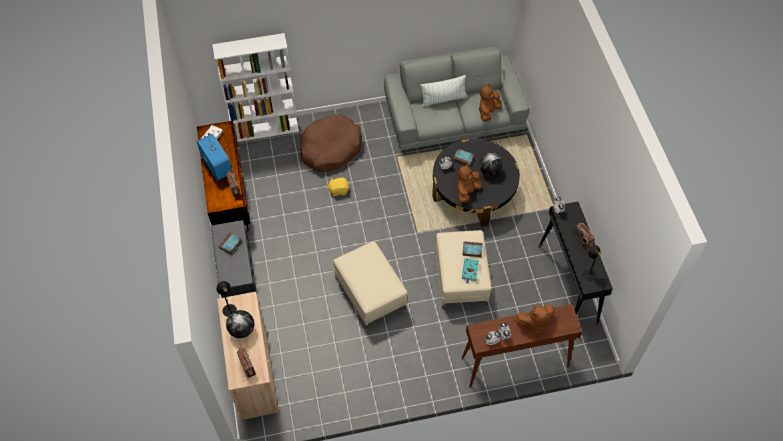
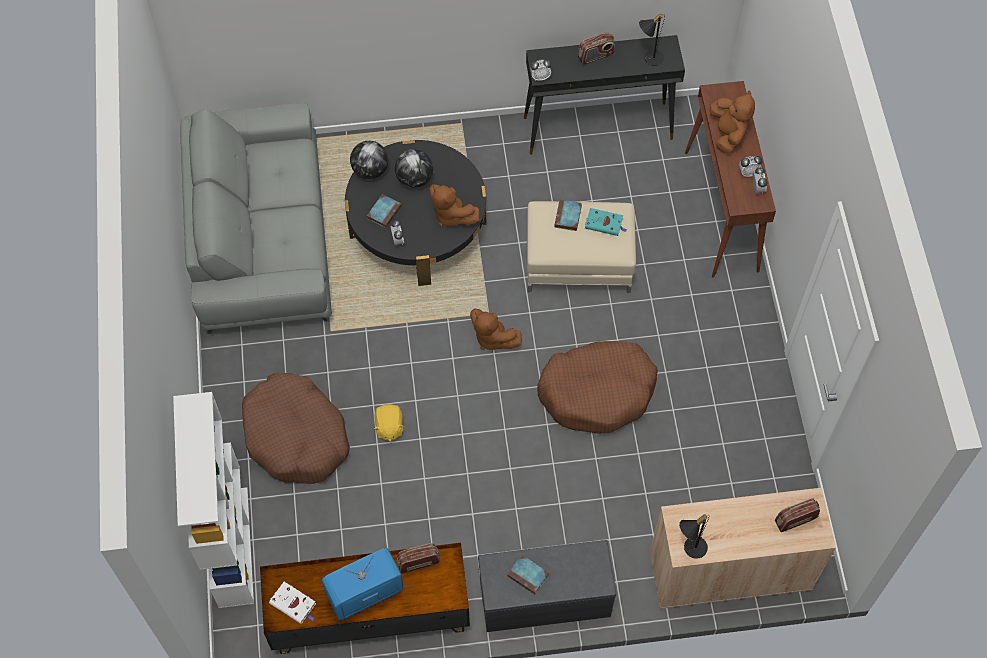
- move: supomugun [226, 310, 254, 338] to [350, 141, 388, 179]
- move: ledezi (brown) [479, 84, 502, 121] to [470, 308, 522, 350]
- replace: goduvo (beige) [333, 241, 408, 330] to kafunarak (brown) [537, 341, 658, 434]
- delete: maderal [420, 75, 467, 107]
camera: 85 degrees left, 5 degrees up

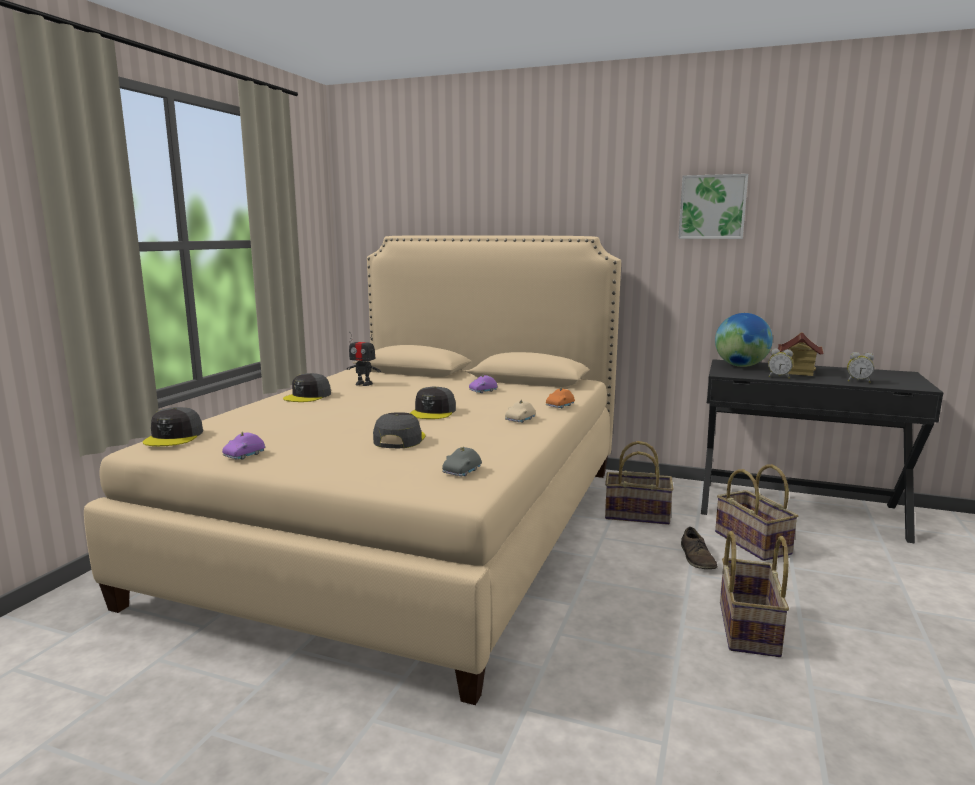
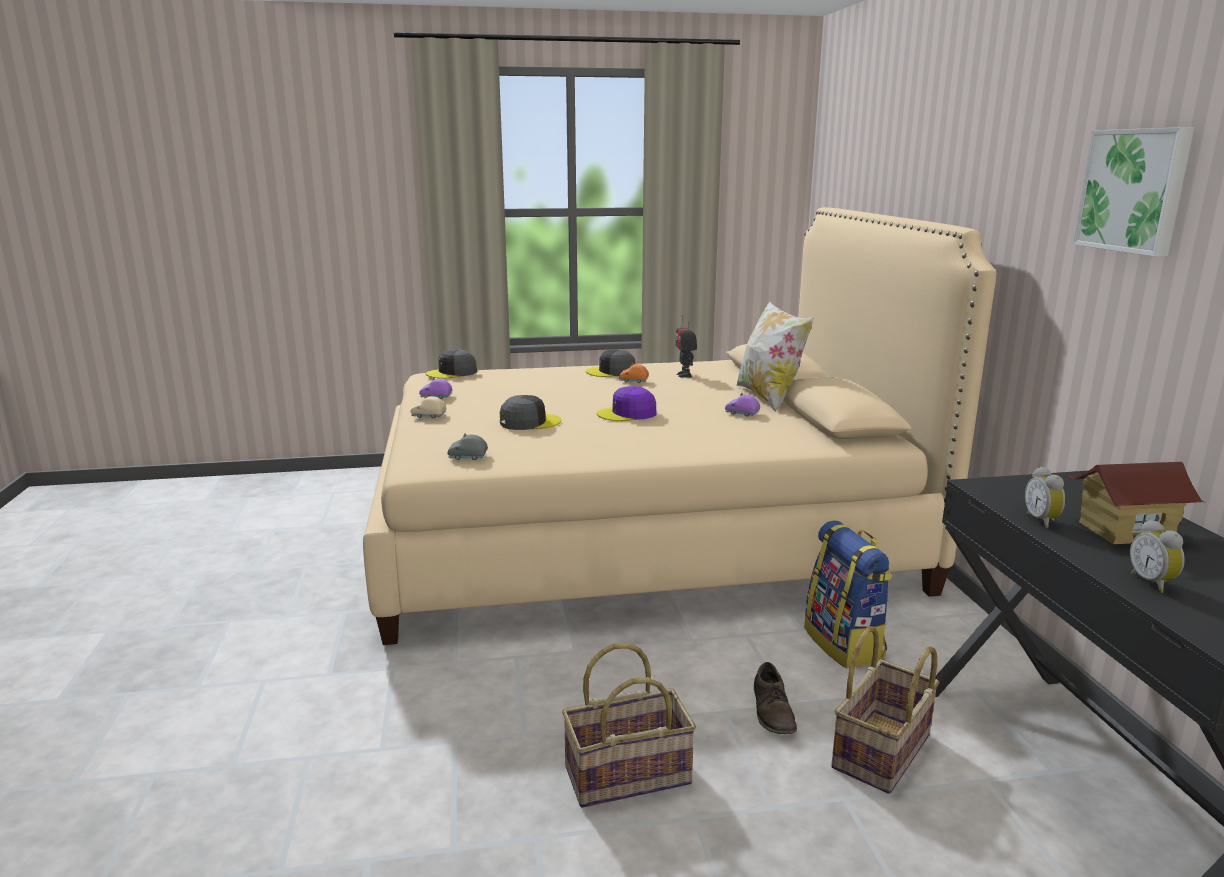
- move: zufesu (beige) [505, 400, 536, 423] to [410, 394, 447, 418]
- recolor: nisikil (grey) [410, 387, 456, 419] to nisikil (purple) [597, 386, 656, 421]
- move: zufesu (orange) [546, 387, 575, 408] to [619, 363, 649, 383]
- insert: maderal [736, 301, 814, 412]
- rotate: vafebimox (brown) [681, 527, 718, 569] = [754, 662, 797, 734] 60 degrees counterclockwise
- replace: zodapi [605, 441, 674, 525] to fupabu [804, 520, 893, 668]
- delete: supomugun [715, 313, 773, 367]
camera: 60 degrees right, 5 degrees up

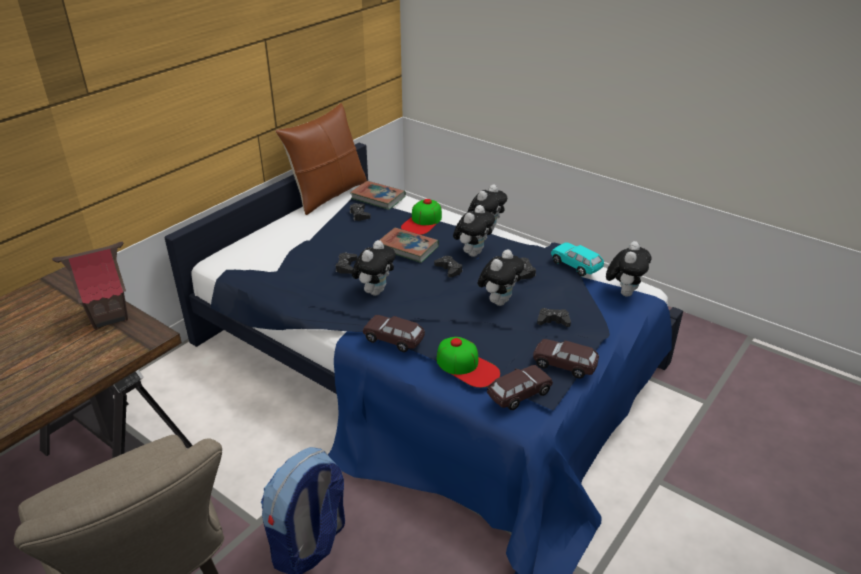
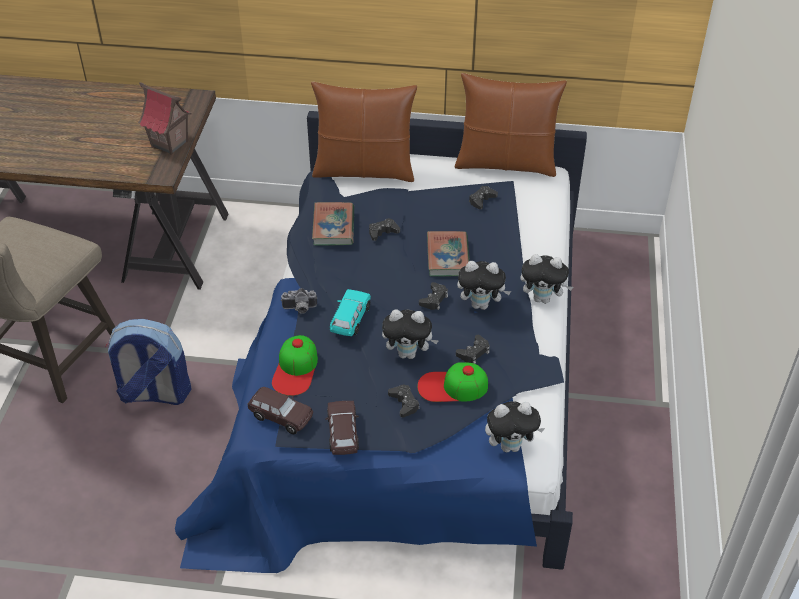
- replace: zufesu (brown) [363, 315, 425, 352] to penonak [281, 288, 317, 314]
- insert: maderal (brown) [311, 82, 417, 182]
- move: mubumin [350, 181, 406, 210] to [312, 202, 354, 246]
- move: zufesu (turquoise) [551, 242, 604, 276] to [330, 289, 371, 336]
- move: nisikil [401, 199, 442, 235] to [417, 362, 488, 402]
- delete: ledezi [352, 240, 396, 296]
camera: 60 degrees right, 10 degrees up

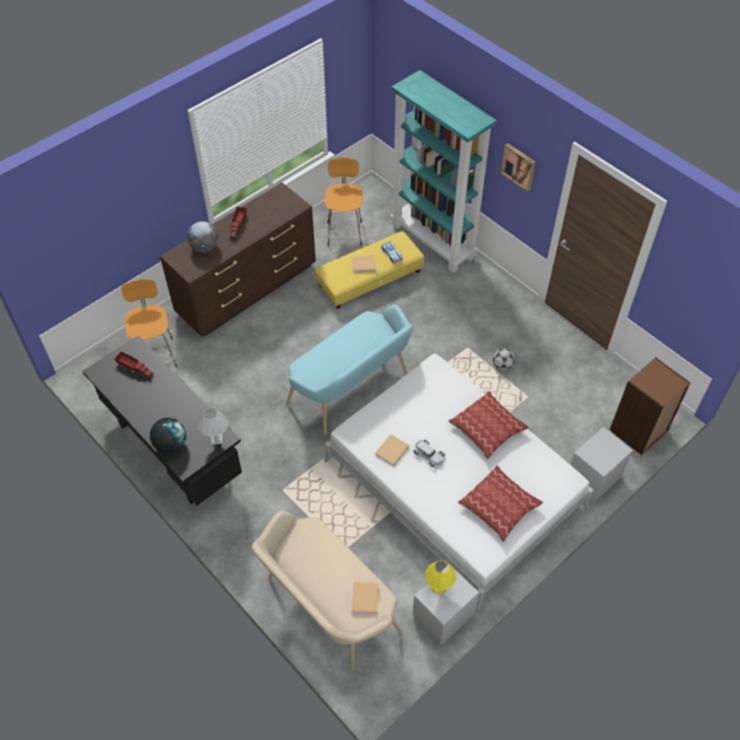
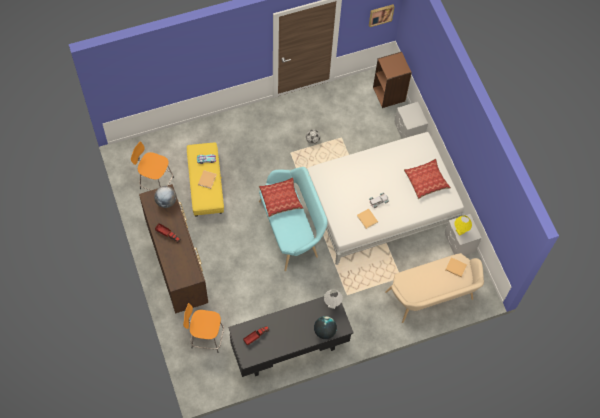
- move: supomugun [187, 221, 219, 253] to [154, 186, 177, 208]
- move: maderal [449, 391, 529, 460] to [259, 177, 304, 217]
- move: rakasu [501, 143, 536, 192] to [369, 4, 395, 27]
- delete: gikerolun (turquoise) [390, 70, 497, 273]
camera: 70 degrees left, 10 degrees up

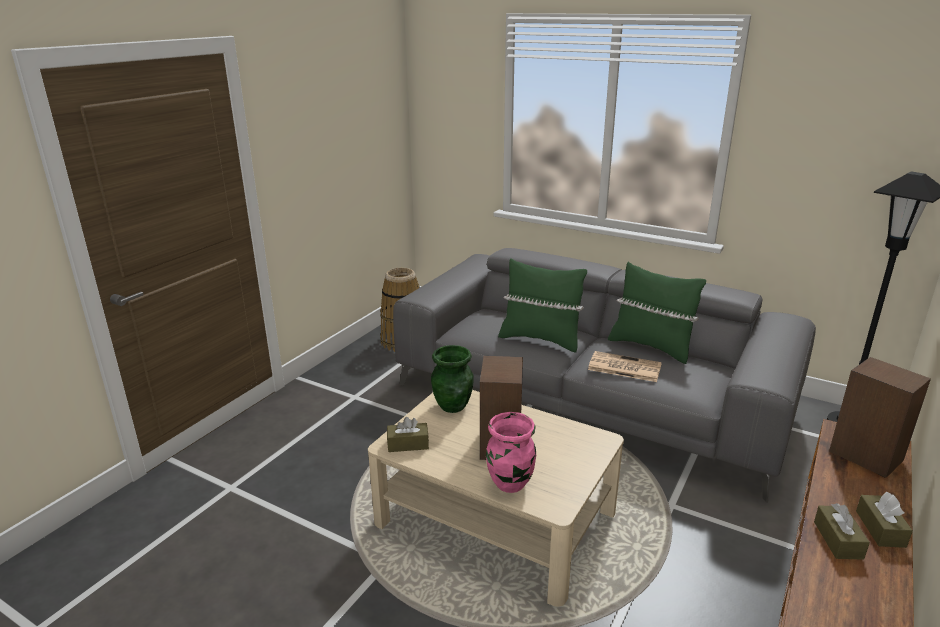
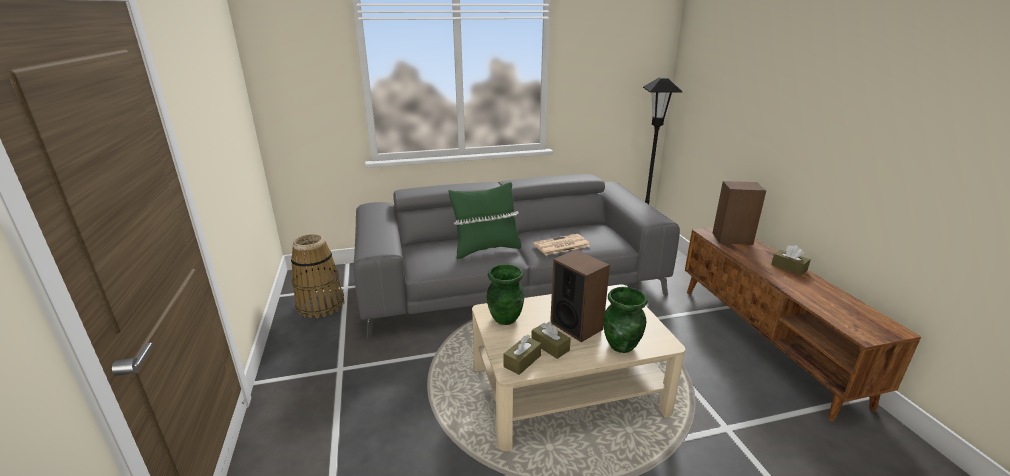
- move: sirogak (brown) [814, 503, 870, 560] to [531, 322, 571, 359]
- recolor: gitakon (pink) [486, 412, 536, 493] to gitakon (green) [604, 287, 648, 353]
- delete: maderal (green) [608, 262, 706, 364]
camera: 45 degrees left, 0 degrees up

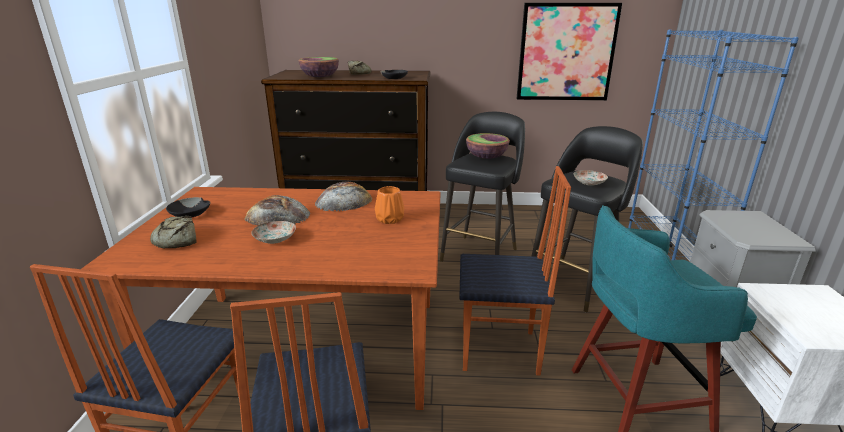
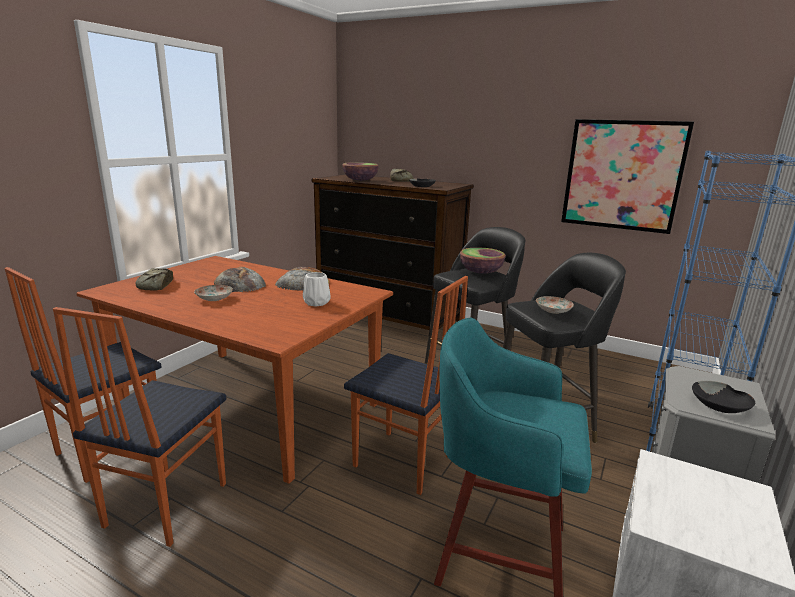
- recolor: gitakon (orange) [375, 186, 404, 224] to gitakon (white) [303, 272, 331, 307]
- move: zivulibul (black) [166, 197, 210, 217] to [692, 381, 755, 413]
camera: 25 degrees right, 5 degrees down

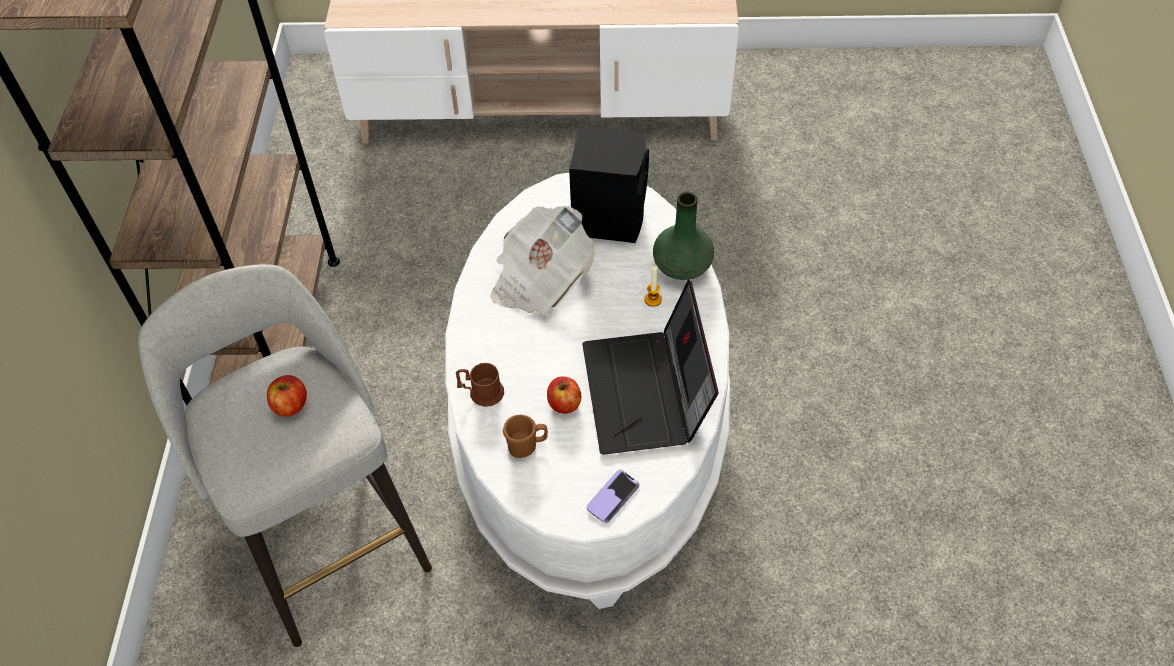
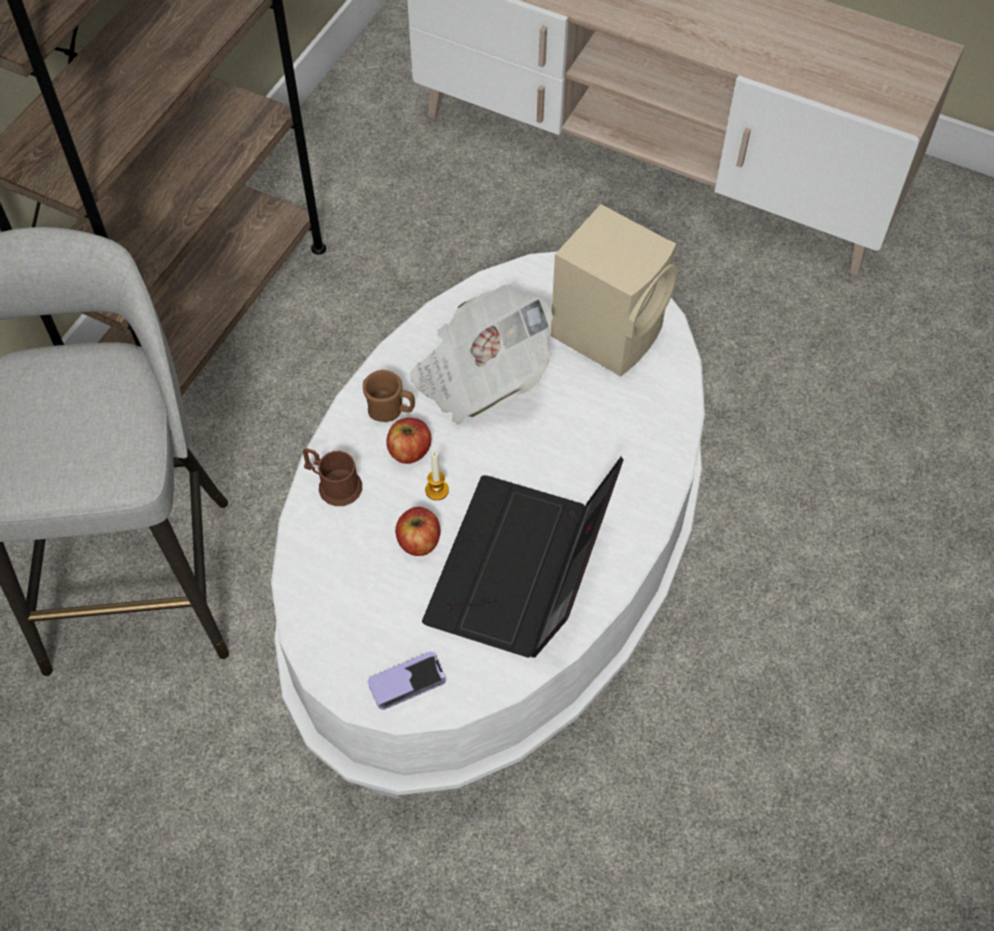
- move: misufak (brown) [503, 415, 548, 458] to [363, 370, 415, 422]
- move: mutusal [267, 375, 307, 417] to [386, 418, 431, 464]
- move: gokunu [644, 266, 662, 306] to [425, 451, 449, 500]
- recolor: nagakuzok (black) [569, 127, 649, 243] to nagakuzok (beige) [550, 204, 678, 377]
- delete: gitakon (green) [653, 192, 714, 280]
camera: 25 degrees right, 5 degrees up

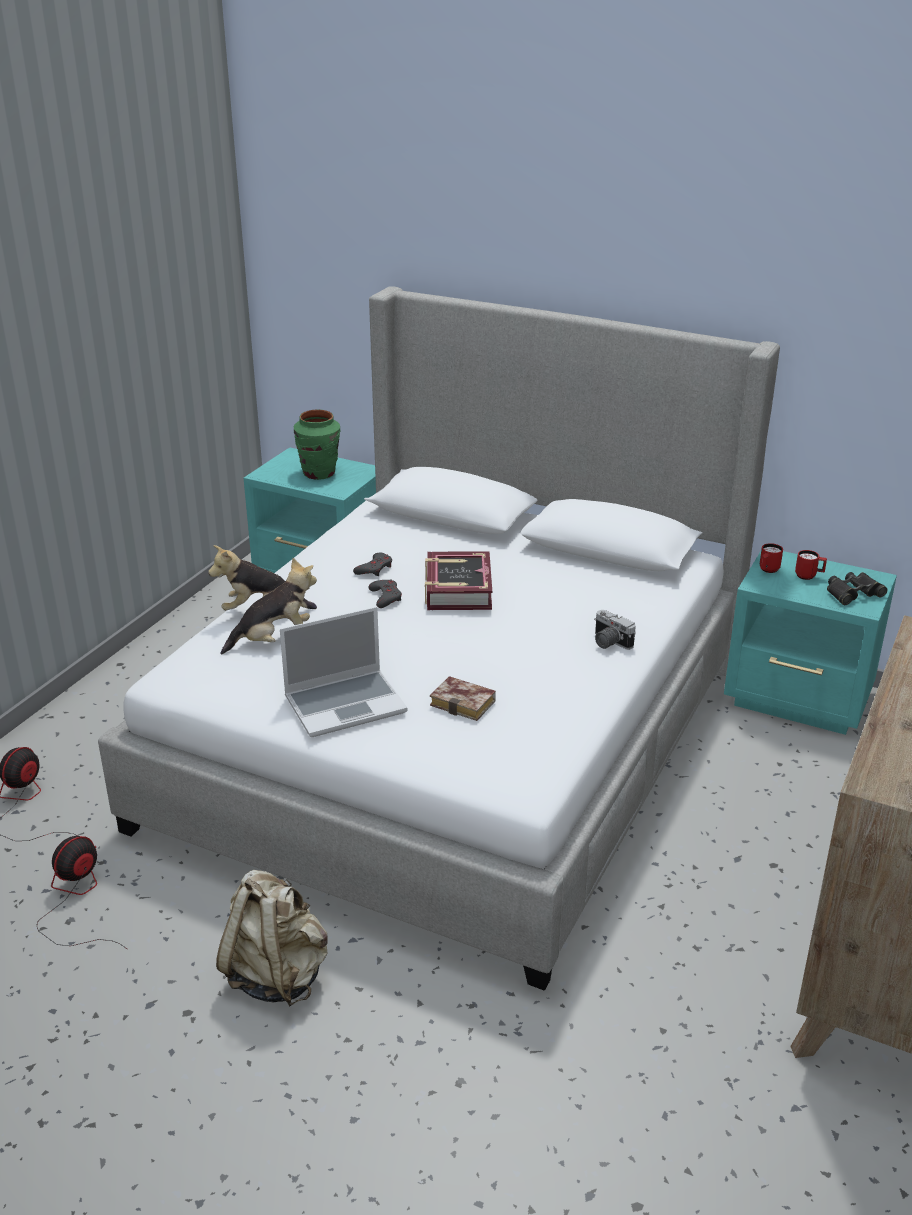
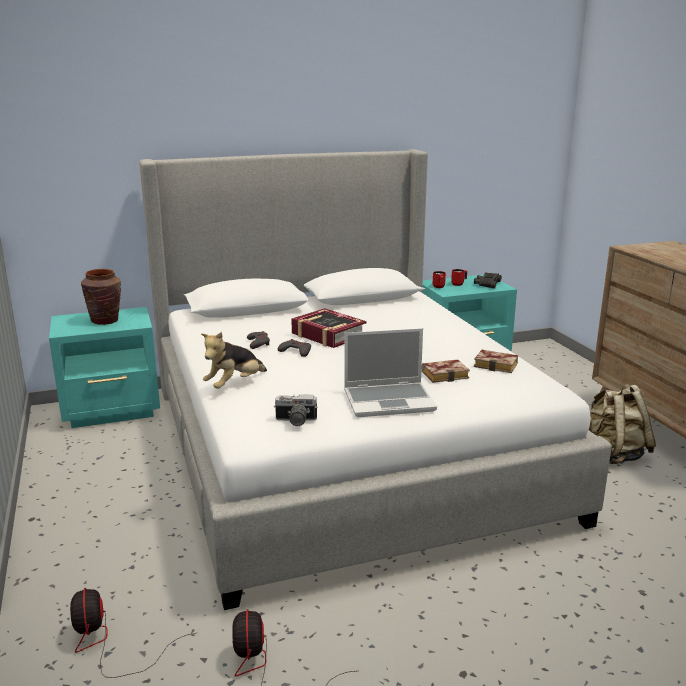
- recolor: gitakon (green) [294, 410, 340, 480] to gitakon (brown) [81, 269, 121, 325]
- move: penonak [594, 610, 636, 650] to [274, 394, 317, 426]
- rotate: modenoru [280, 607, 408, 737] = [344, 328, 437, 417] 60 degrees clockwise
- insert: mubumin [474, 350, 518, 373]
- move: fupabu (beige) [216, 870, 328, 1007] to [589, 385, 656, 464]
- delete: ledezi [221, 558, 317, 655]
camera: 45 degrees left, 10 degrees down

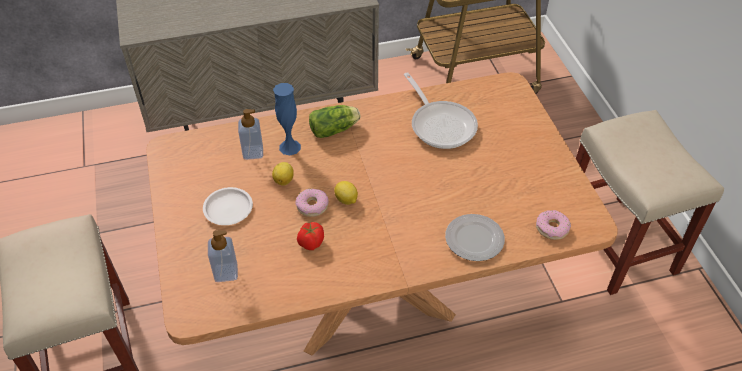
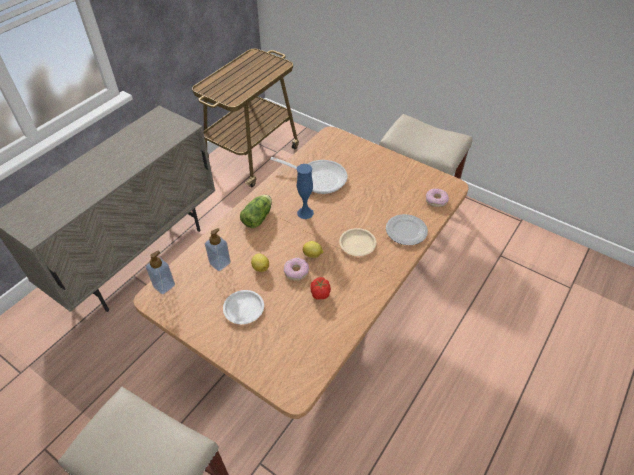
- move: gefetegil [208, 230, 238, 282] to [146, 251, 175, 294]
- move: gitakon (blue) [273, 83, 301, 155] to [297, 164, 314, 219]
- insert: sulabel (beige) [339, 228, 376, 256]
camera: 40 degrees left, 0 degrees up

